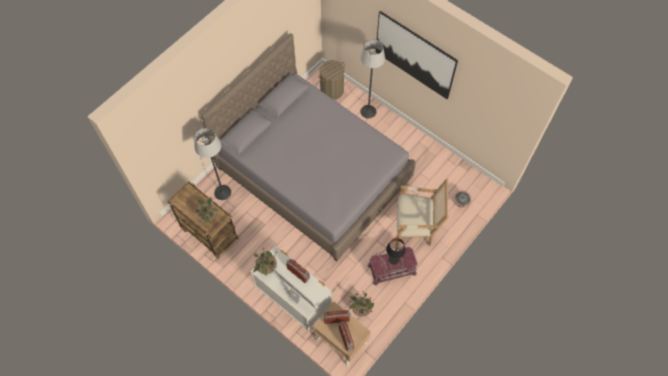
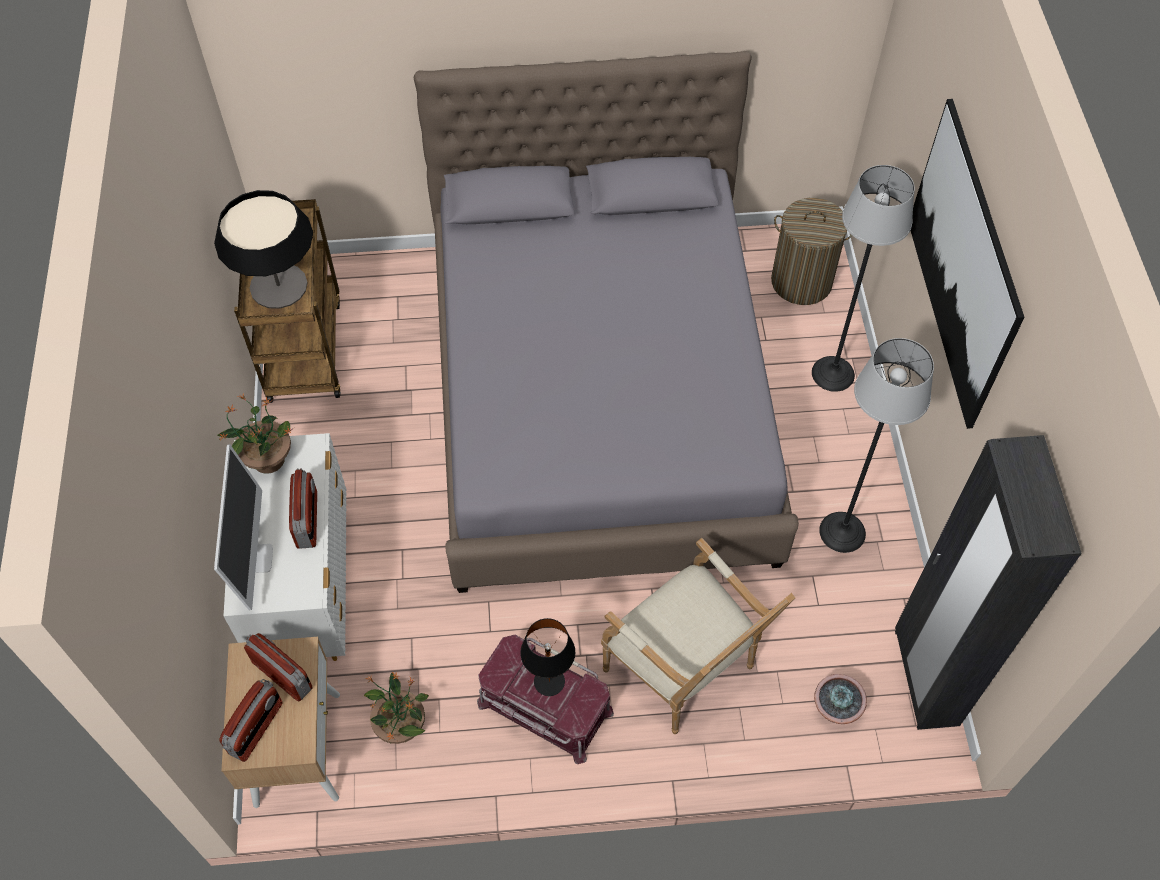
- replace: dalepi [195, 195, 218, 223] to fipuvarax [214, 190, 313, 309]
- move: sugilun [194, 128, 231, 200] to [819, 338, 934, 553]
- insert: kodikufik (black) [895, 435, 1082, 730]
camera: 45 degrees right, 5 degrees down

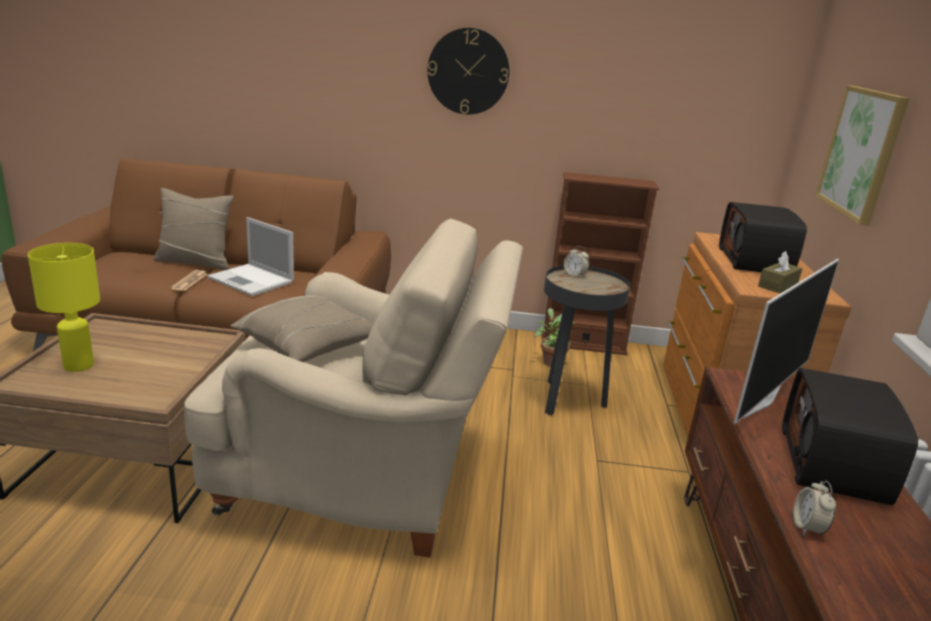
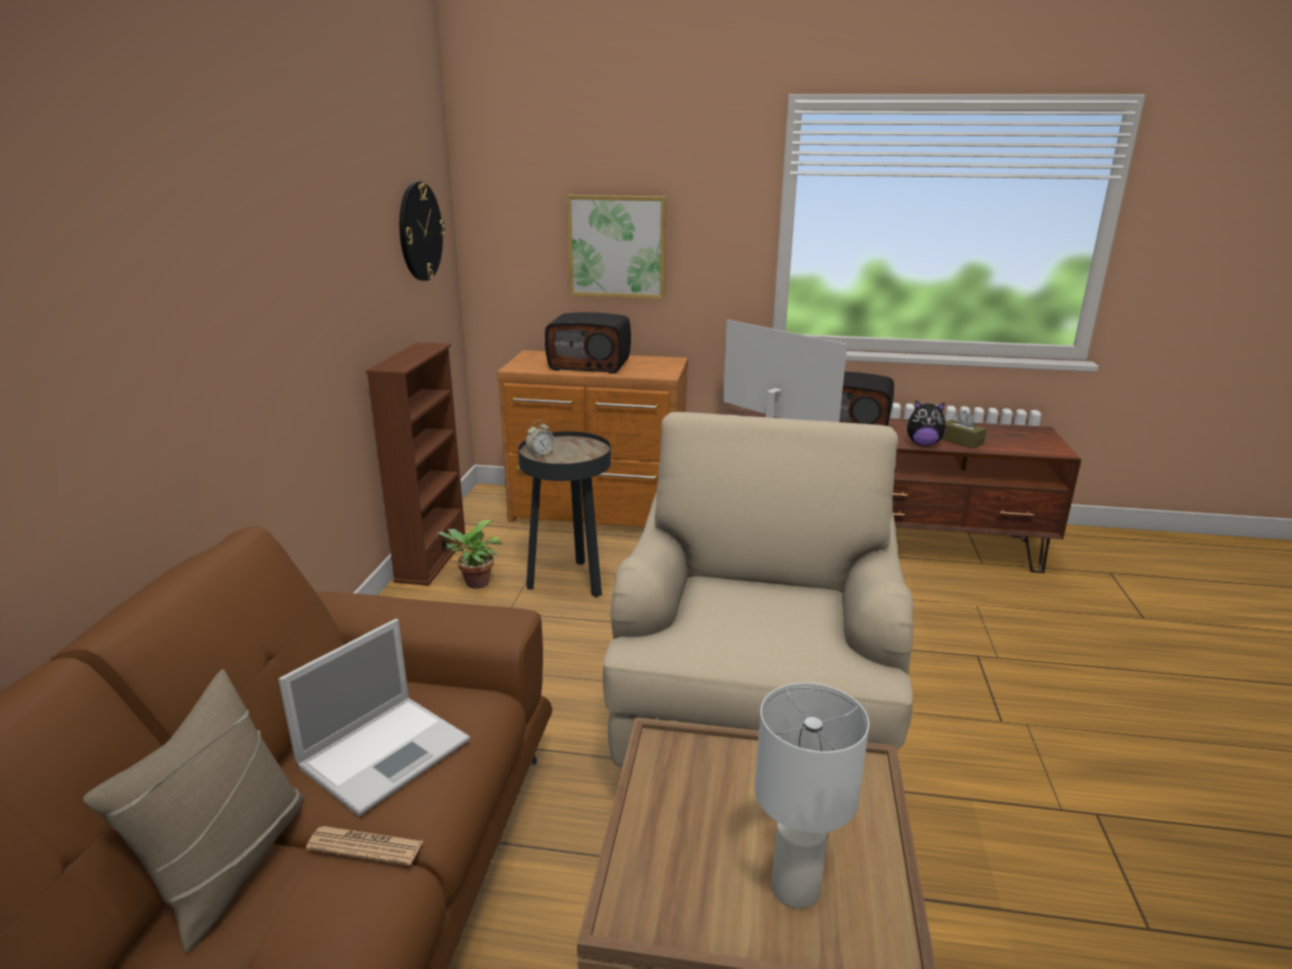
- move: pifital [427, 28, 510, 115] to [399, 182, 445, 281]
- recolor: fipuvarax (yellow) [28, 243, 100, 372] to fipuvarax (white) [755, 683, 869, 909]
- replace: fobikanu [793, 480, 836, 536] to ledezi [907, 400, 947, 446]
- move: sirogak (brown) [758, 251, 802, 293] to [941, 410, 987, 449]
- delete: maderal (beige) [230, 295, 373, 362]
camera: 85 degrees left, 0 degrees up

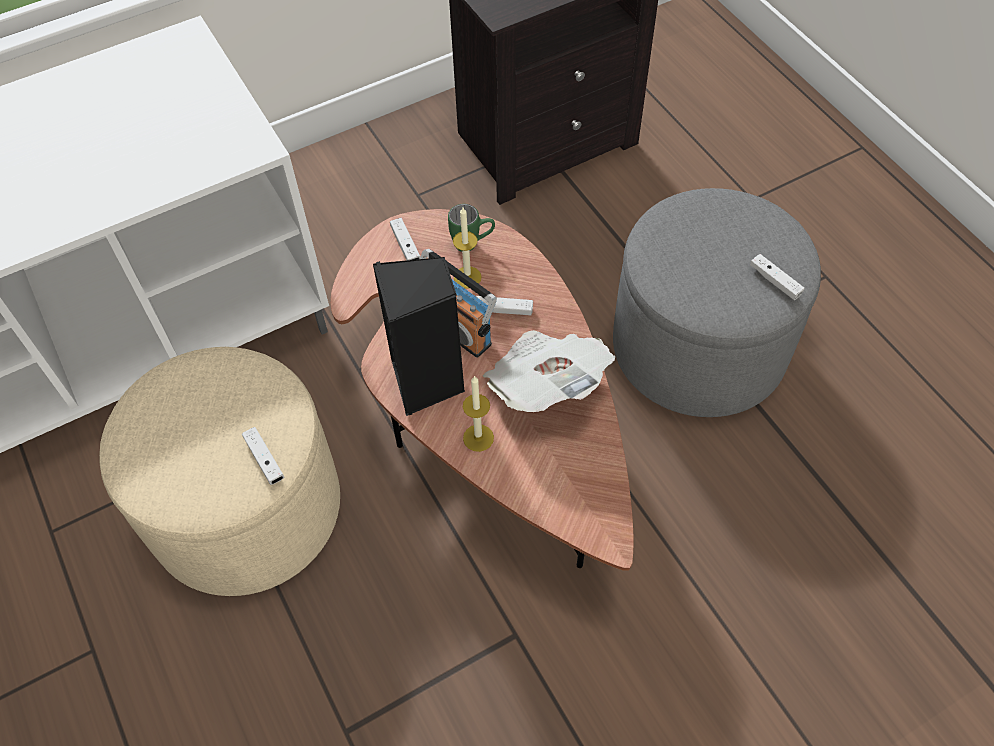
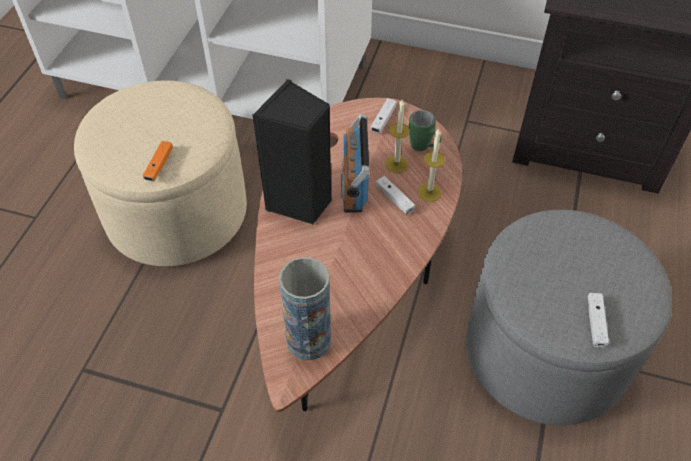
- recolor: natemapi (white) [242, 427, 284, 485] to natemapi (orange) [143, 141, 173, 181]
- insert: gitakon [279, 257, 331, 360]
- move: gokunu [463, 376, 494, 452] to [418, 128, 445, 202]
- delete: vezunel [483, 330, 615, 412]
camera: 45 degrees right, 5 degrees down

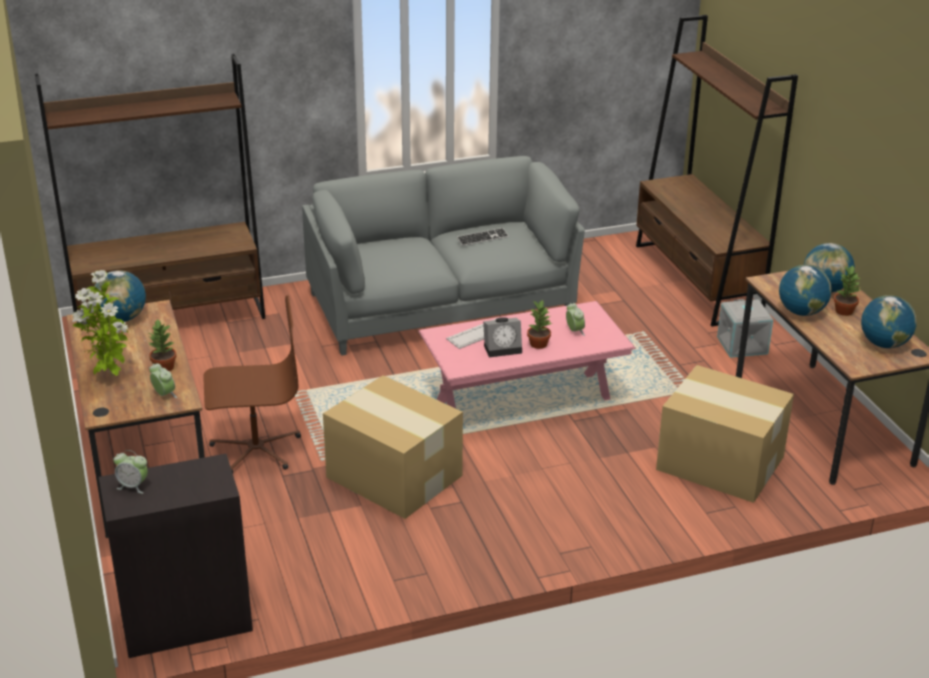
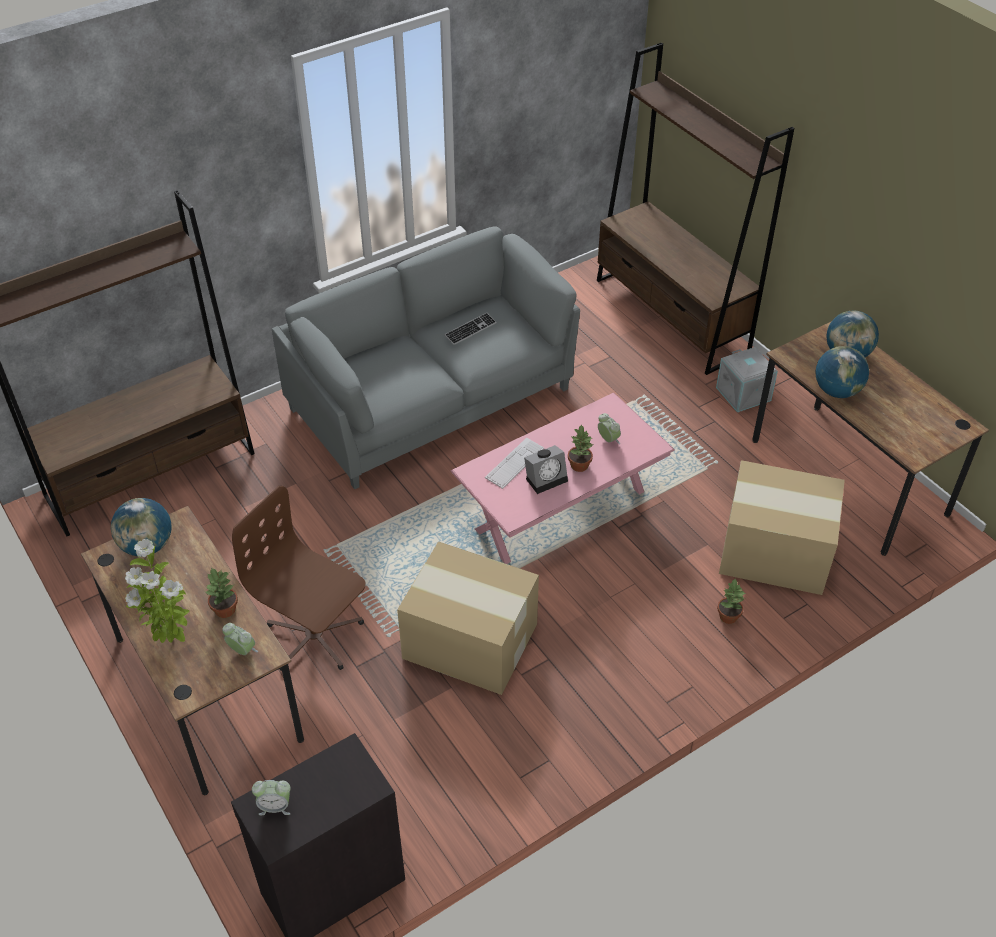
- rotate: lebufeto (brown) [203, 295, 301, 473] = [232, 486, 366, 671] 120 degrees counterclockwise
- move: dalepi [834, 266, 861, 316] to [717, 579, 746, 624]
- delete: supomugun [861, 295, 917, 348]
camera: 15 degrees left, 15 degrees up

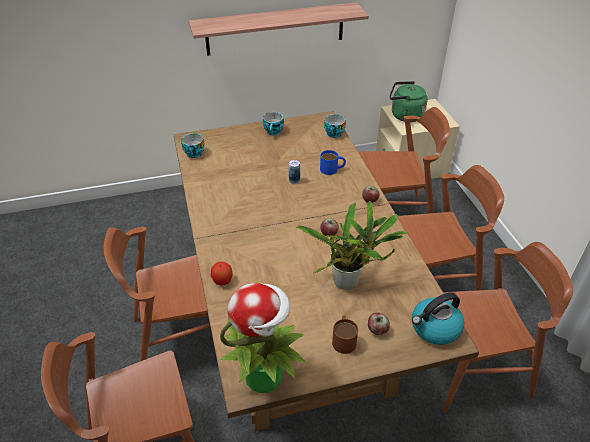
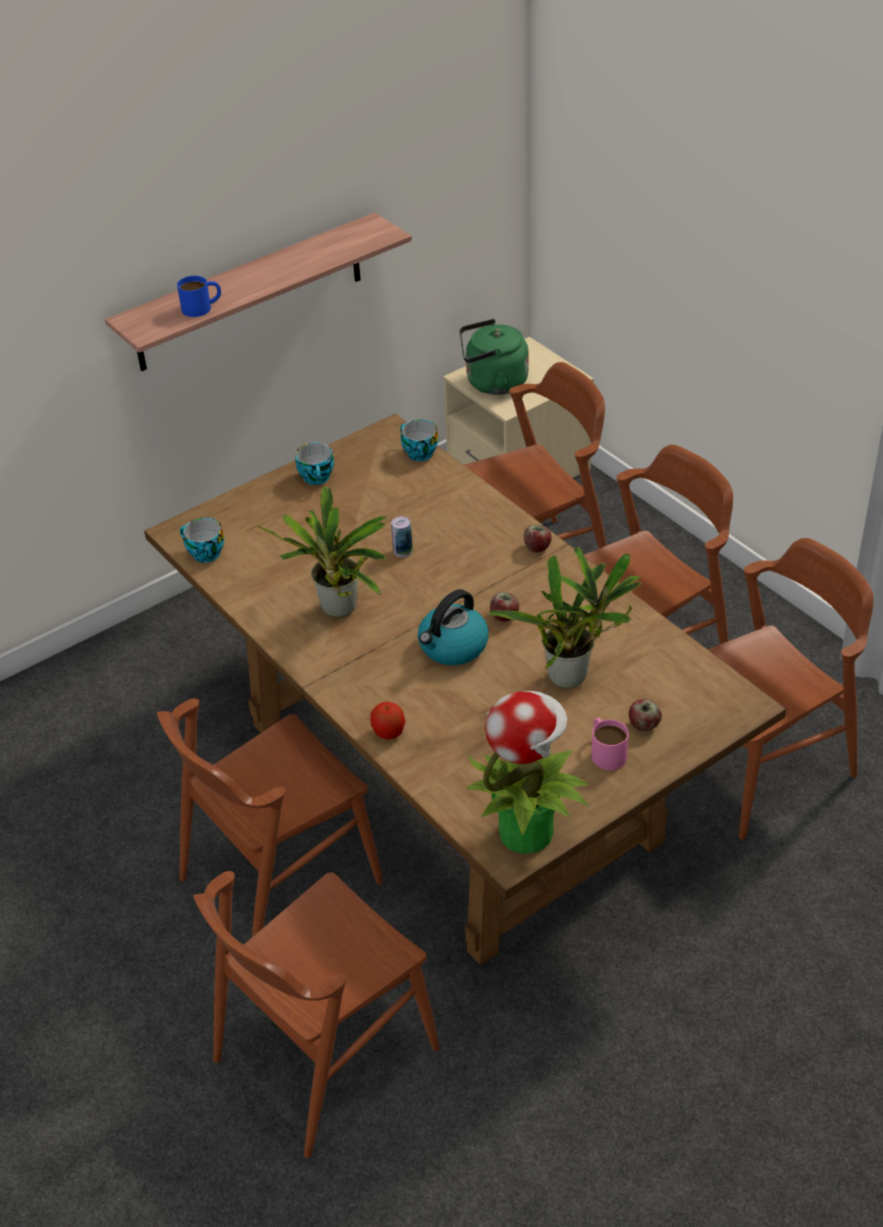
- move: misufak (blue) [320, 150, 346, 175] to [177, 276, 221, 317]
- insert: dalepi [256, 486, 387, 617]
- move: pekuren [412, 292, 464, 345] to [418, 589, 489, 665]
- recolor: misufak (brown) [332, 315, 358, 354] to misufak (pink) [592, 718, 629, 770]
camera: 20 degrees left, 0 degrees up

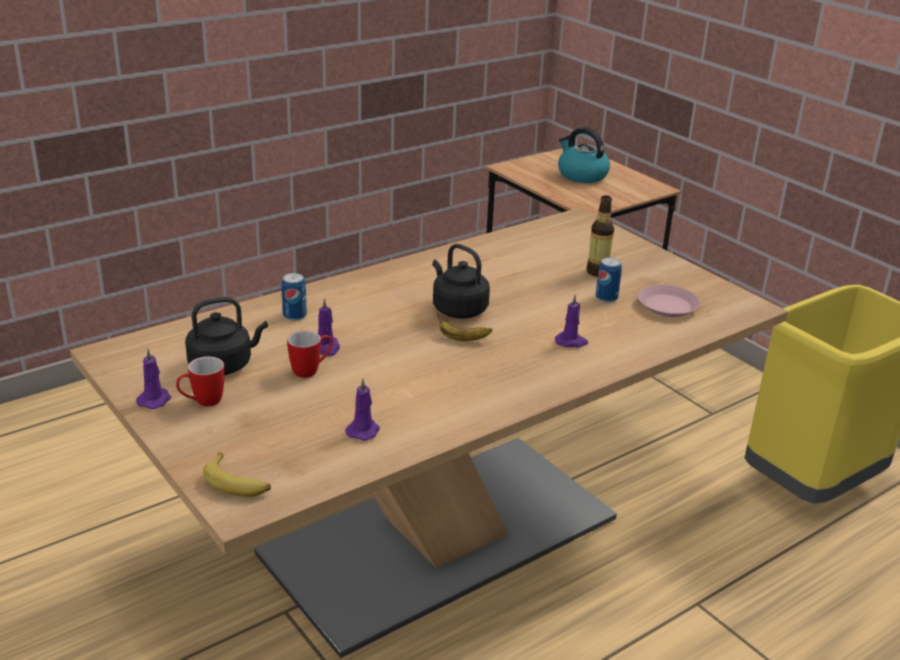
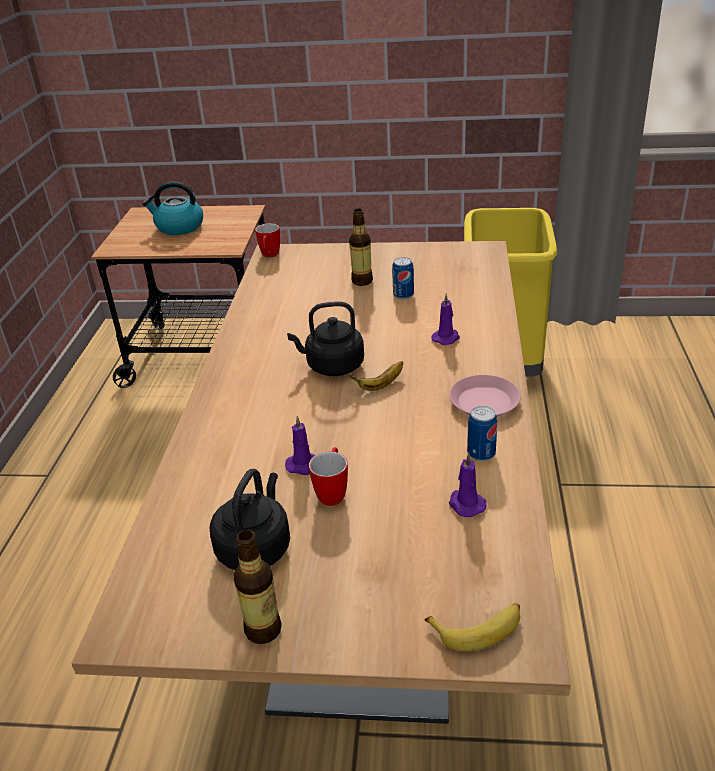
- replace: gokunu (purple) [136, 349, 171, 409] to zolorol [234, 530, 282, 644]
- move: misufak [176, 357, 224, 406] to [255, 223, 280, 257]
- move: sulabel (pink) [638, 285, 700, 317] to [449, 375, 521, 416]
- move: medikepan [281, 273, 307, 321] to [467, 406, 497, 461]
camera: 45 degrees left, 5 degrees up

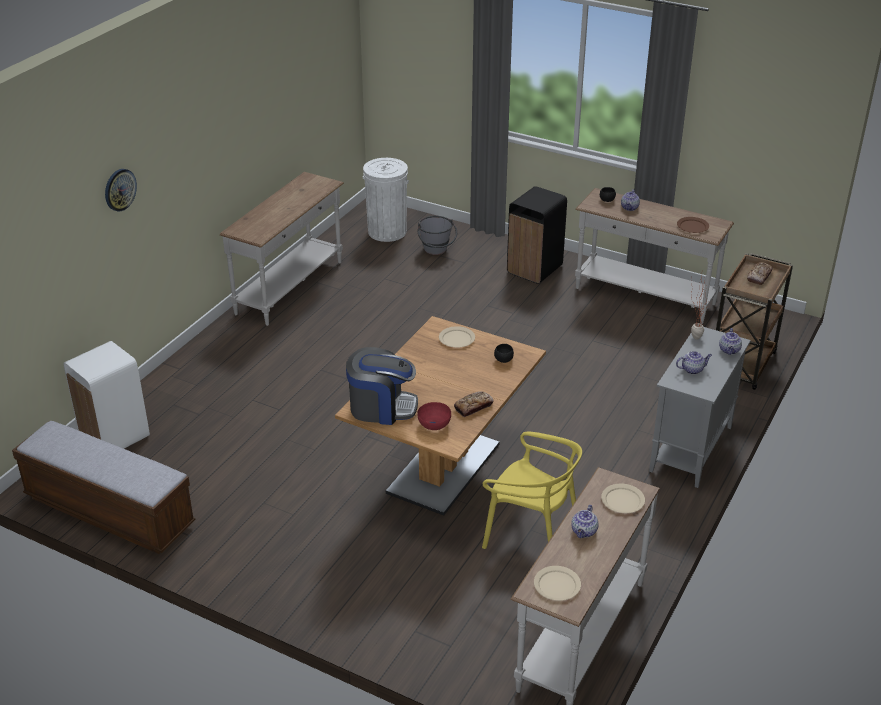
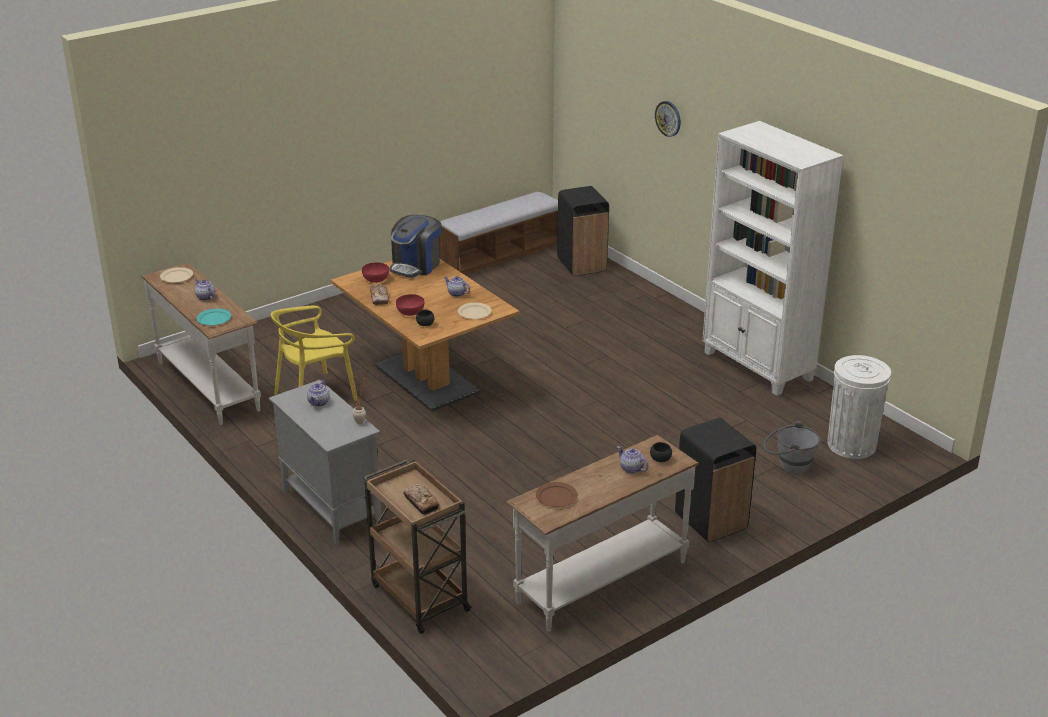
- recolor: sulabel (beige) [601, 484, 645, 513] to sulabel (turquoise) [196, 309, 231, 325]
- insert: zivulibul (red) [396, 294, 424, 316]
- move: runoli [719, 328, 742, 355] to [444, 276, 470, 297]
- recolor: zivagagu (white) [63, 341, 150, 449] to zivagagu (black) [557, 186, 609, 276]
- replace: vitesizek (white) [220, 172, 344, 326] to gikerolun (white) [703, 121, 844, 396]
camera: 115 degrees right, 5 degrees down

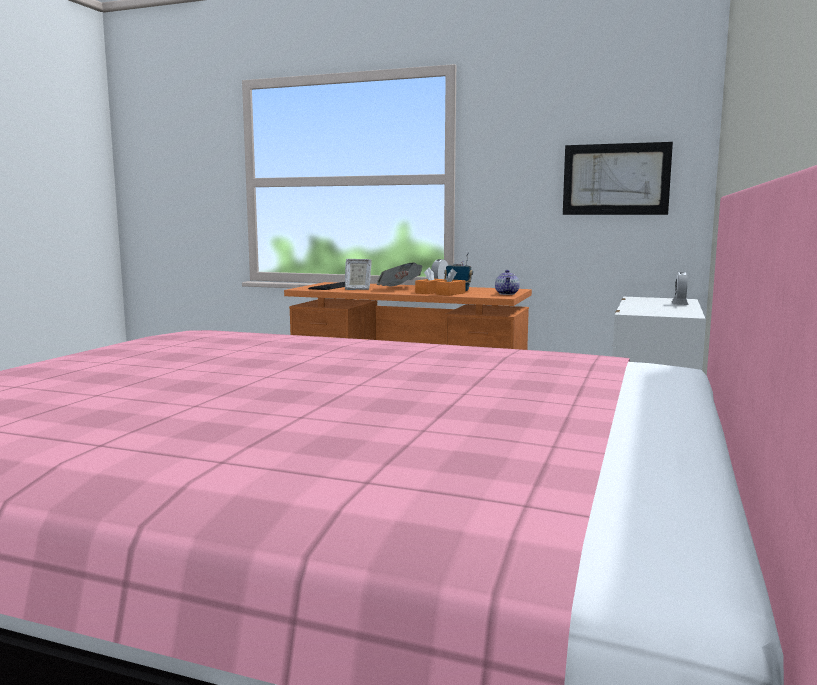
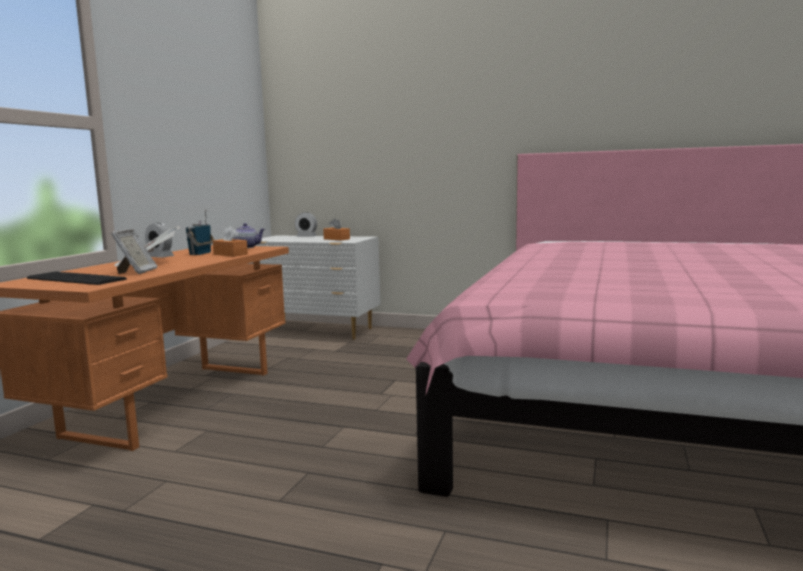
- move: sirogak (orange) [415, 268, 445, 294] to [323, 218, 350, 240]
- delete: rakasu [563, 142, 673, 215]
camera: 90 degrees left, 0 degrees up

